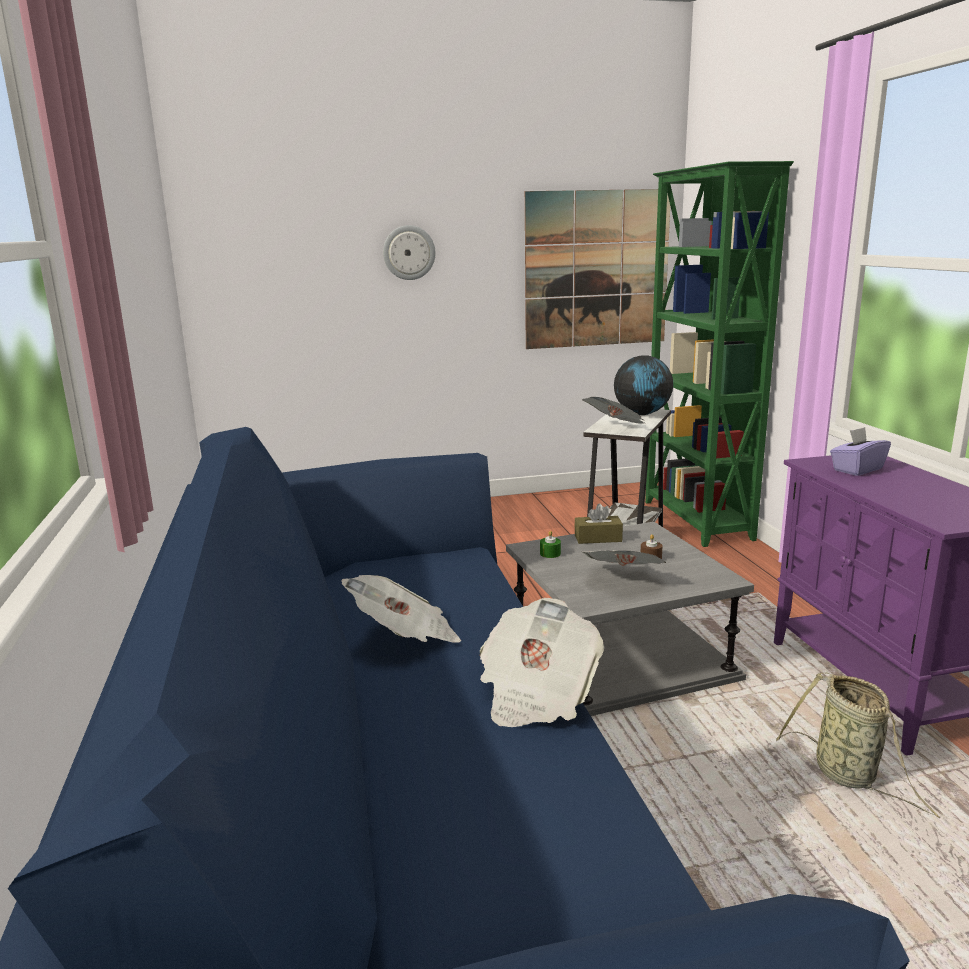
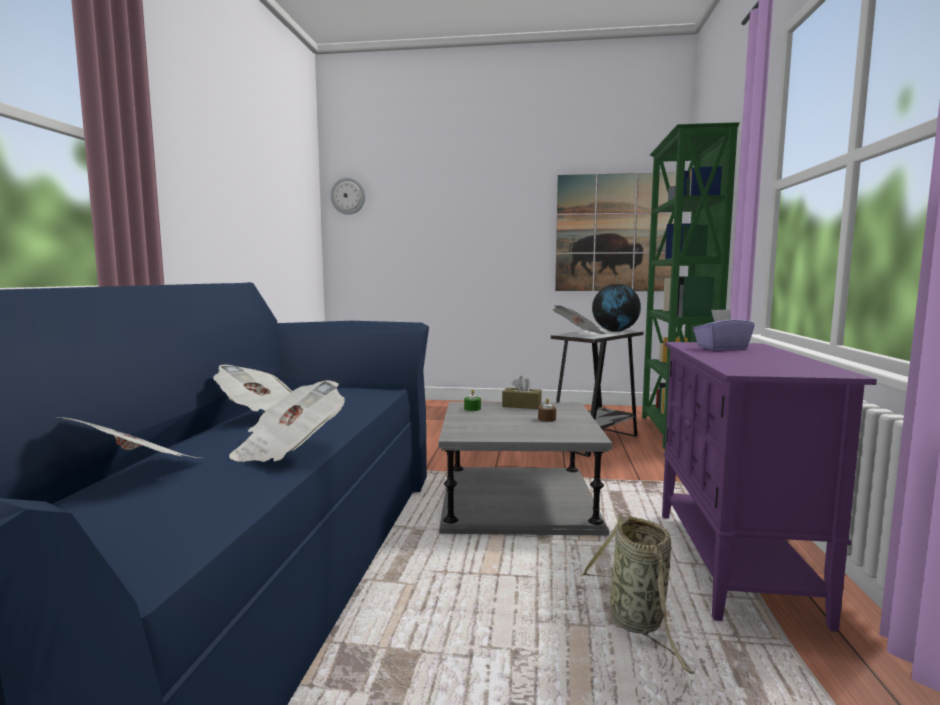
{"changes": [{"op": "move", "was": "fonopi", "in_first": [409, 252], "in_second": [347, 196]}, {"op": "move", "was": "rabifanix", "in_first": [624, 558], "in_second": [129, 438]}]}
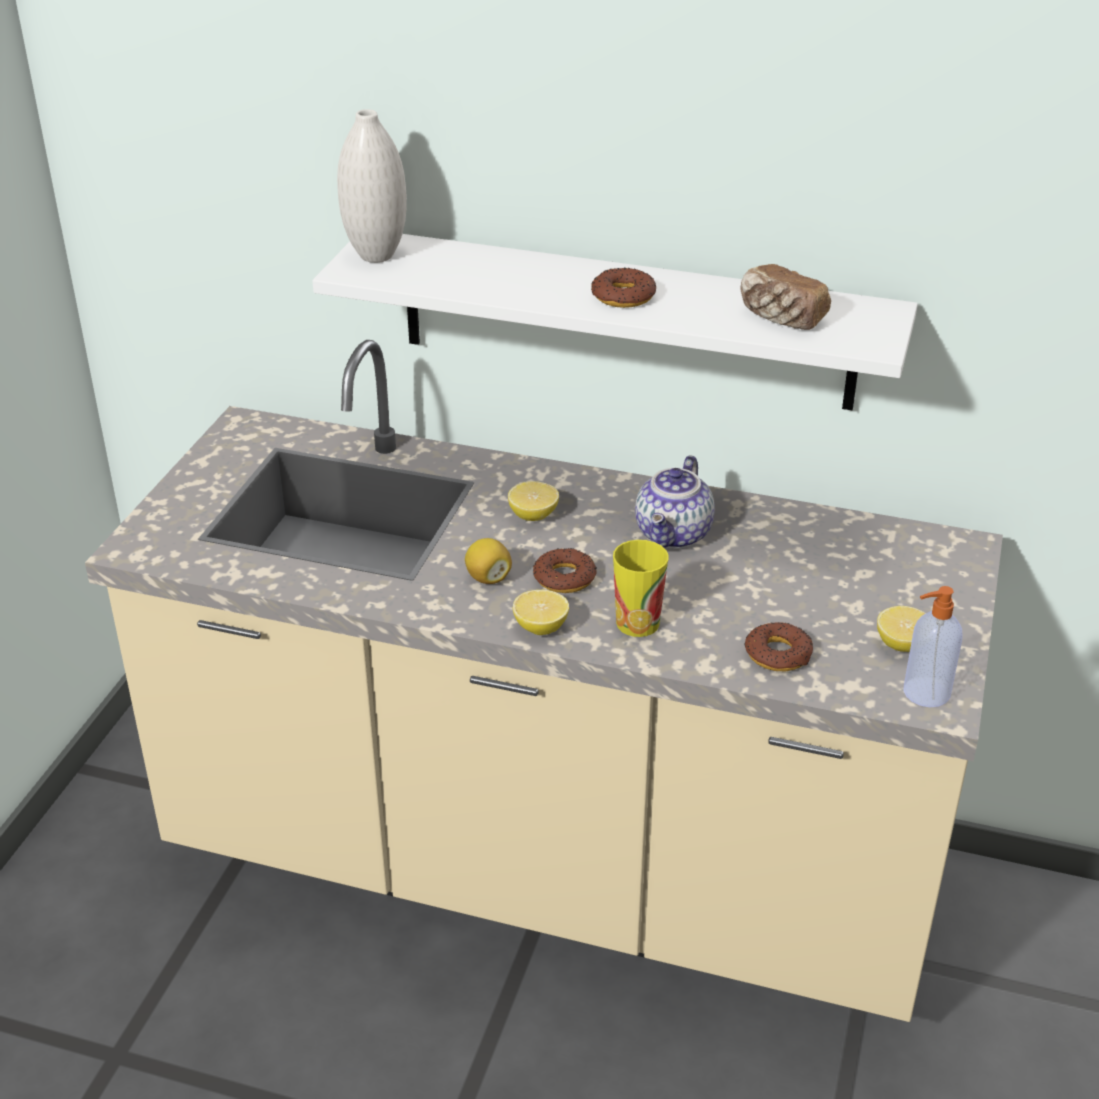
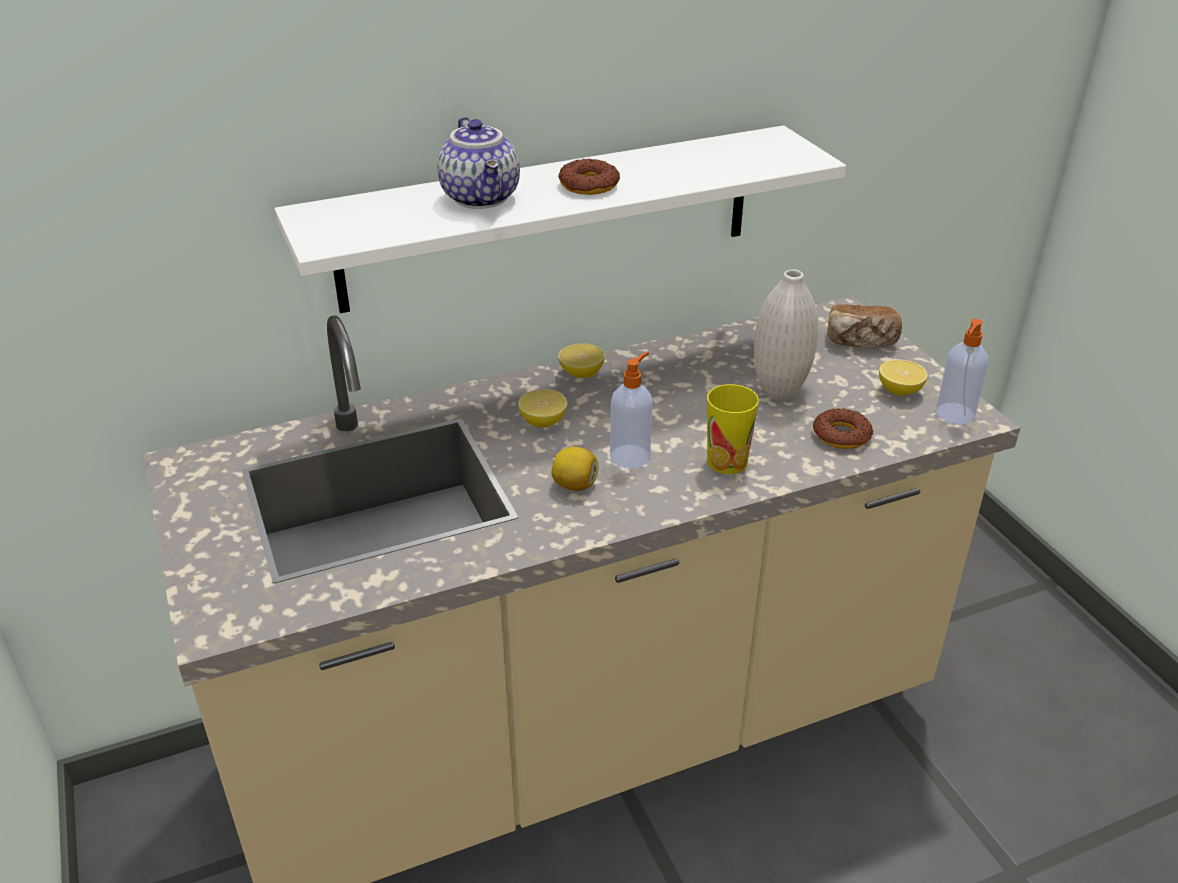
{"changes": [{"op": "move", "was": "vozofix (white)", "in_first": [372, 186], "in_second": [786, 334]}, {"op": "move", "was": "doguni", "in_first": [541, 612], "in_second": [581, 360]}, {"op": "replace", "was": "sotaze", "now": "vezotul", "in_first": [565, 570], "in_second": [631, 410]}, {"op": "move", "was": "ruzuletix", "in_first": [675, 502], "in_second": [478, 163]}, {"op": "move", "was": "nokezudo", "in_first": [785, 297], "in_second": [864, 325]}]}
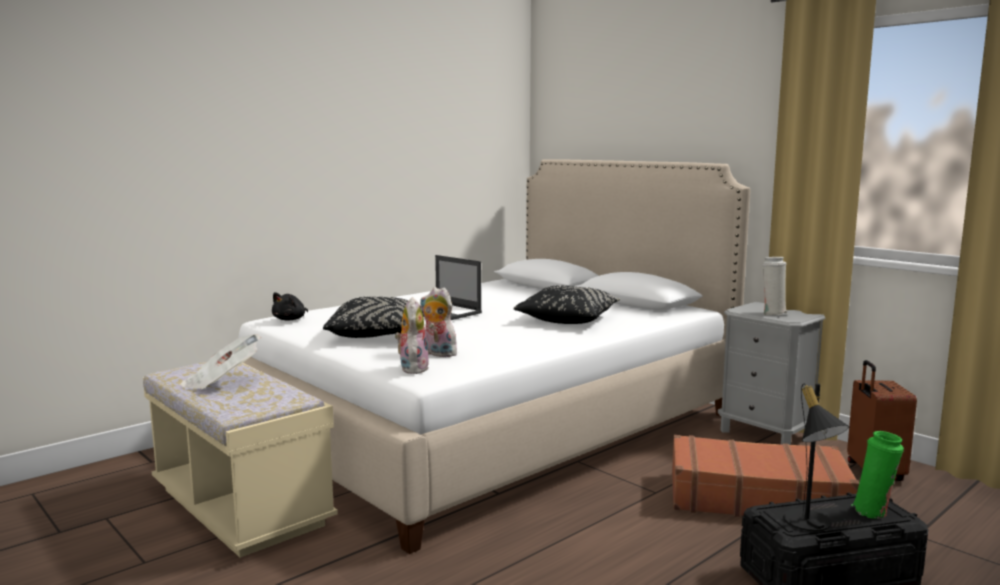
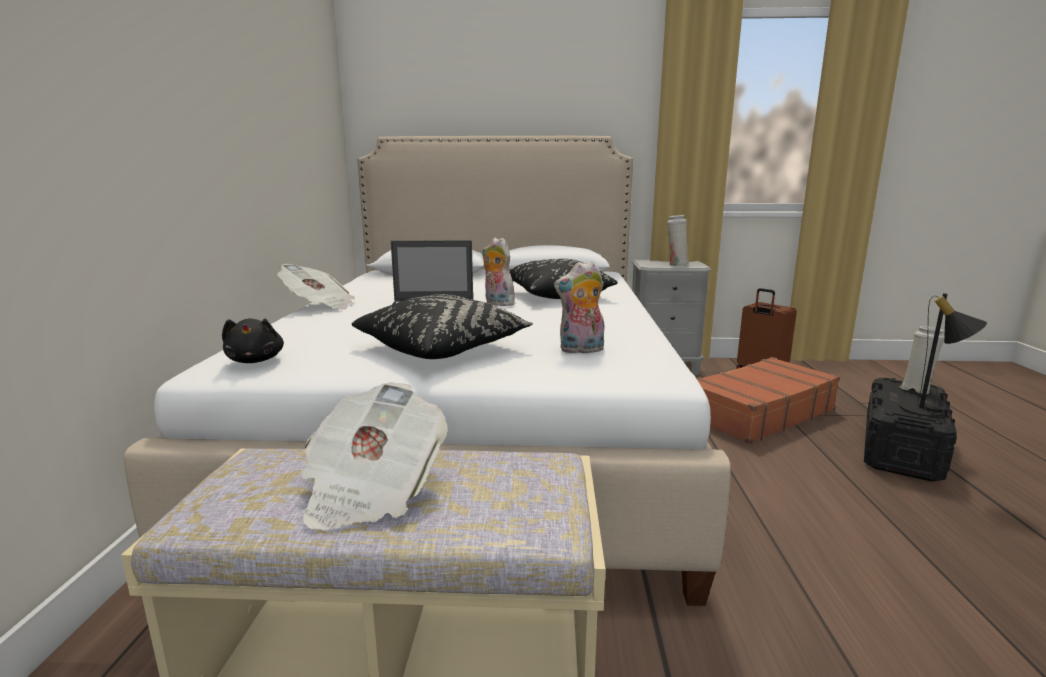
{"changes": [{"op": "move", "was": "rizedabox", "in_first": [412, 335], "in_second": [498, 272]}, {"op": "recolor", "was": "vozofix (green)", "now": "vozofix (white)", "in_first": [877, 475], "in_second": [922, 360]}, {"op": "insert", "now": "rabifanix", "in_second": [316, 287]}]}
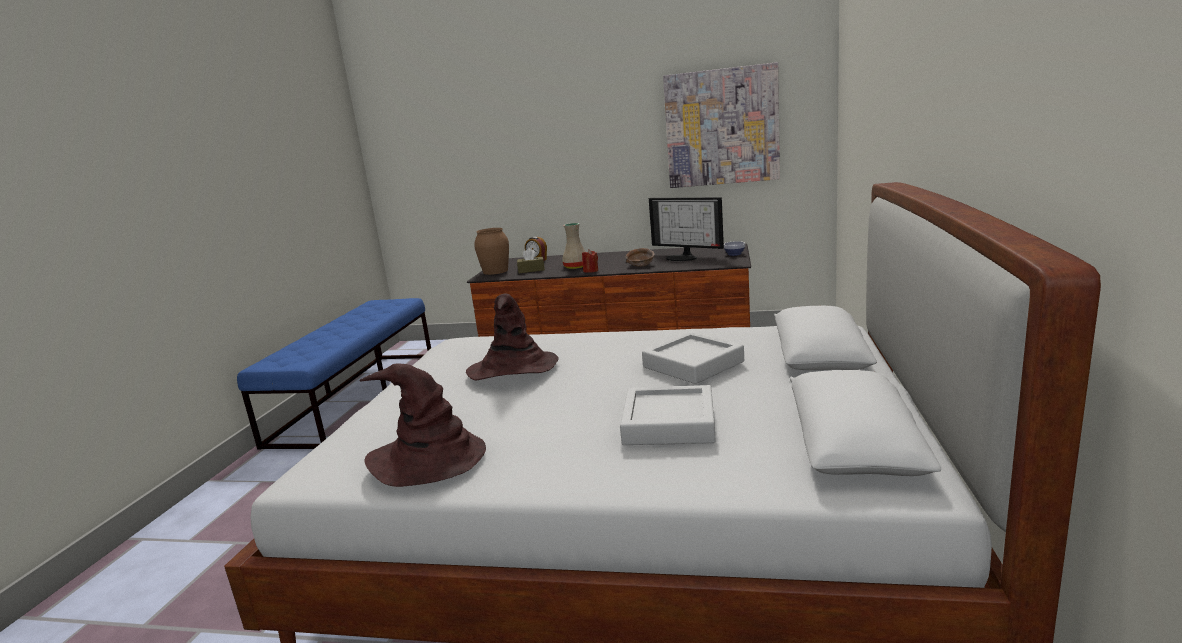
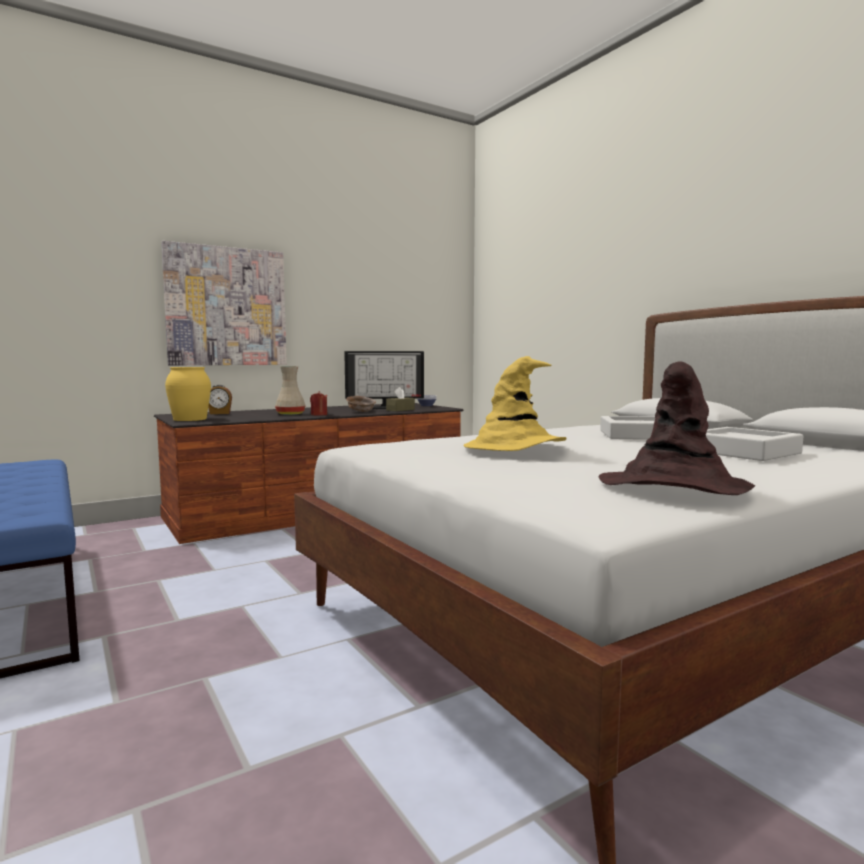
{"changes": [{"op": "recolor", "was": "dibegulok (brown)", "now": "dibegulok (yellow)", "in_first": [512, 336], "in_second": [514, 403]}, {"op": "recolor", "was": "vozofix (brown)", "now": "vozofix (yellow)", "in_first": [491, 251], "in_second": [188, 394]}, {"op": "move", "was": "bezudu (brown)", "in_first": [531, 260], "in_second": [400, 399]}, {"op": "move", "was": "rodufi", "in_first": [721, 125], "in_second": [224, 303]}]}
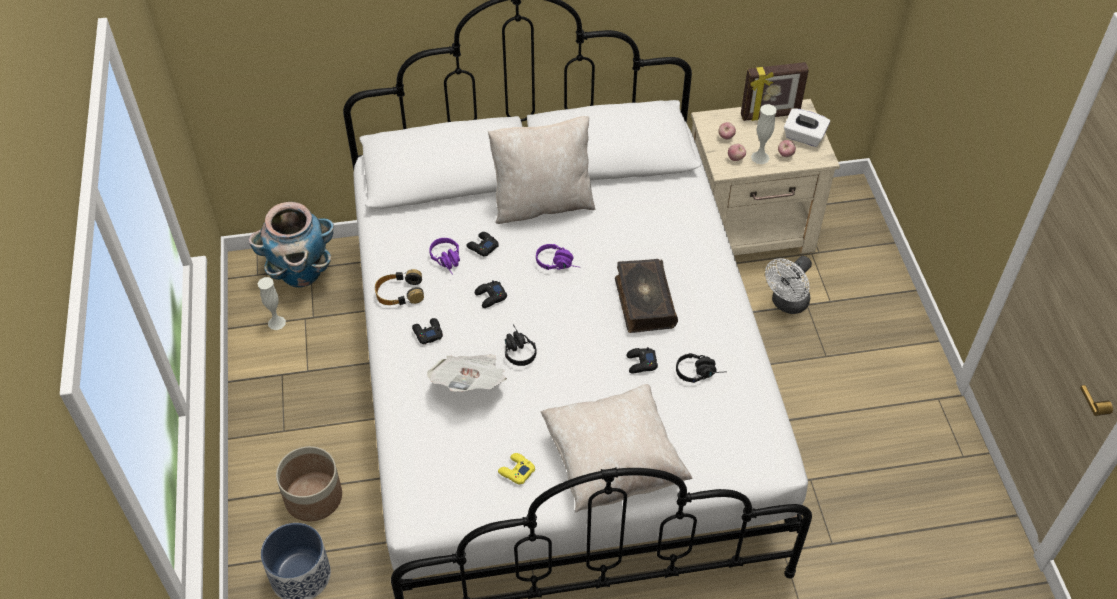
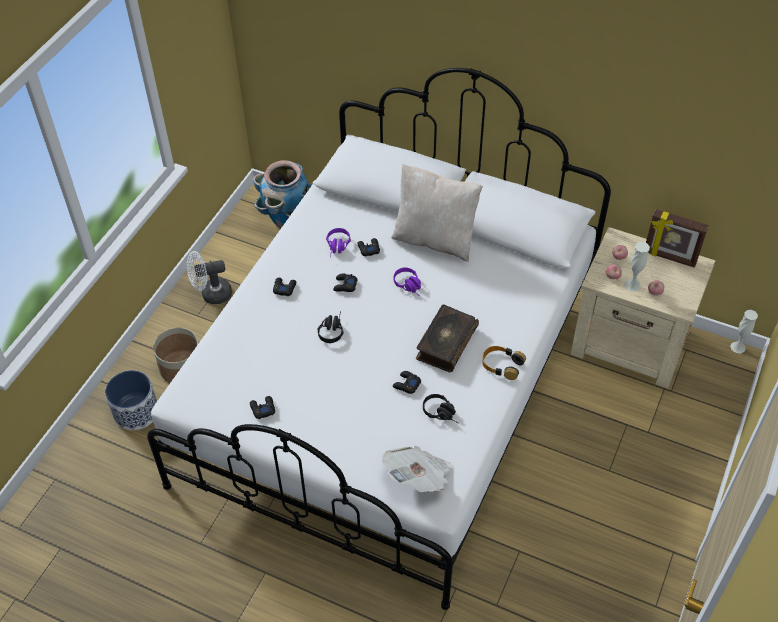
{"changes": [{"op": "move", "was": "vozofix (white)", "in_first": [272, 303], "in_second": [744, 332]}, {"op": "move", "was": "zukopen", "in_first": [399, 287], "in_second": [504, 363]}, {"op": "move", "was": "rabifanix", "in_first": [467, 373], "in_second": [417, 469]}, {"op": "recolor", "was": "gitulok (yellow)", "now": "gitulok (black)", "in_first": [516, 469], "in_second": [262, 407]}, {"op": "delete", "was": "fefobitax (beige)", "in_first": [617, 448]}, {"op": "move", "was": "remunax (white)", "in_first": [788, 285], "in_second": [209, 277]}, {"op": "delete", "was": "bezudu (white)", "in_first": [807, 127]}]}
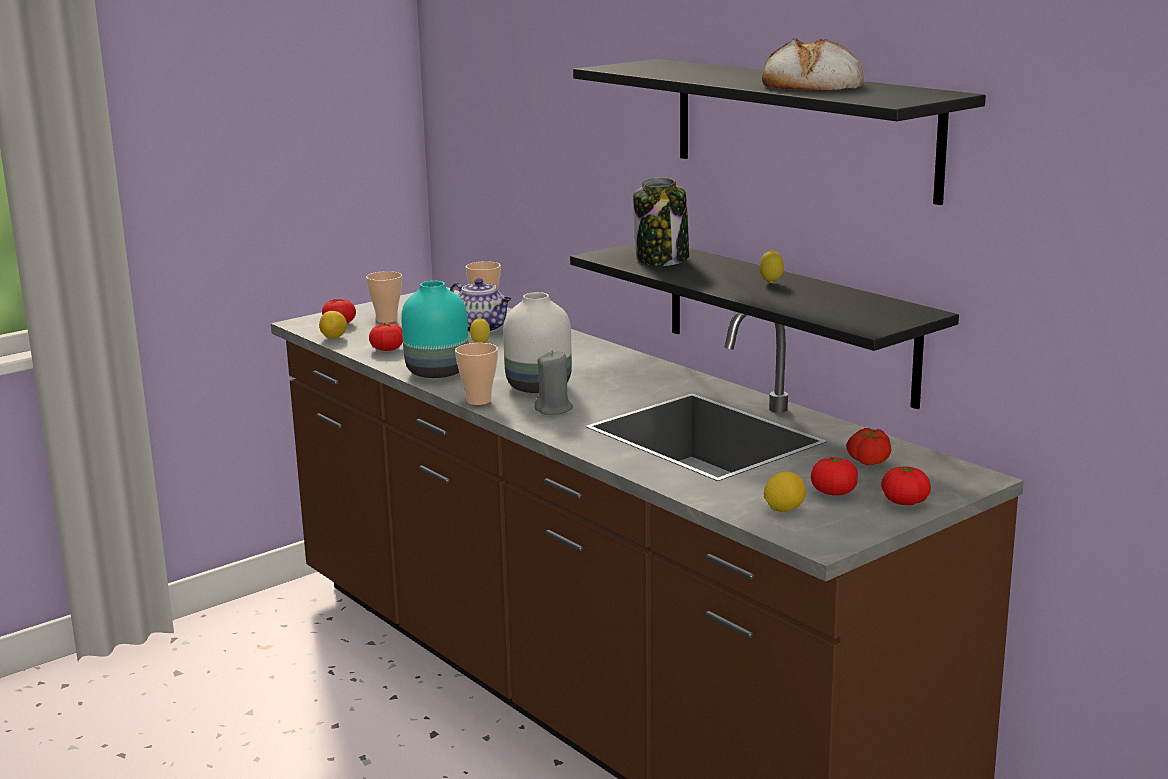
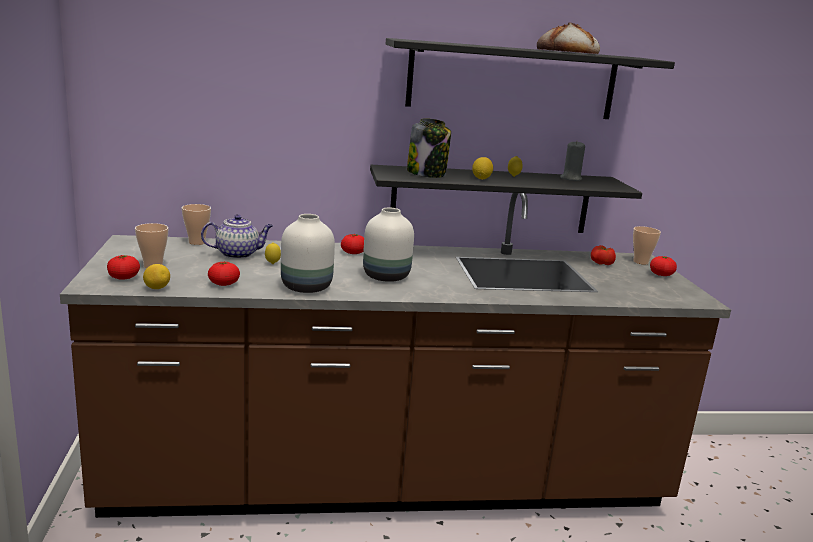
{"changes": [{"op": "recolor", "was": "vozofix (turquoise)", "now": "vozofix (white)", "in_first": [434, 329], "in_second": [308, 253]}, {"op": "move", "was": "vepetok", "in_first": [476, 374], "in_second": [647, 245]}, {"op": "move", "was": "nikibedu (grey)", "in_first": [554, 383], "in_second": [572, 161]}, {"op": "move", "was": "doguni", "in_first": [785, 491], "in_second": [482, 168]}, {"op": "move", "was": "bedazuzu", "in_first": [834, 476], "in_second": [352, 244]}]}
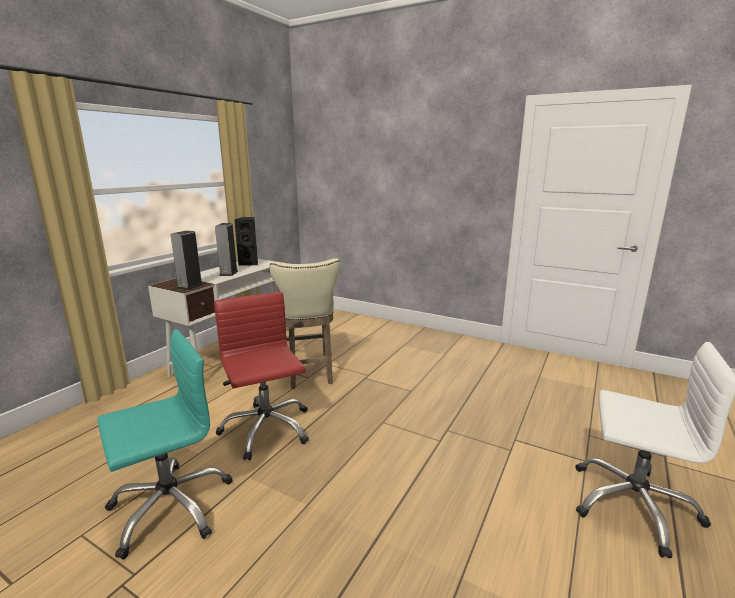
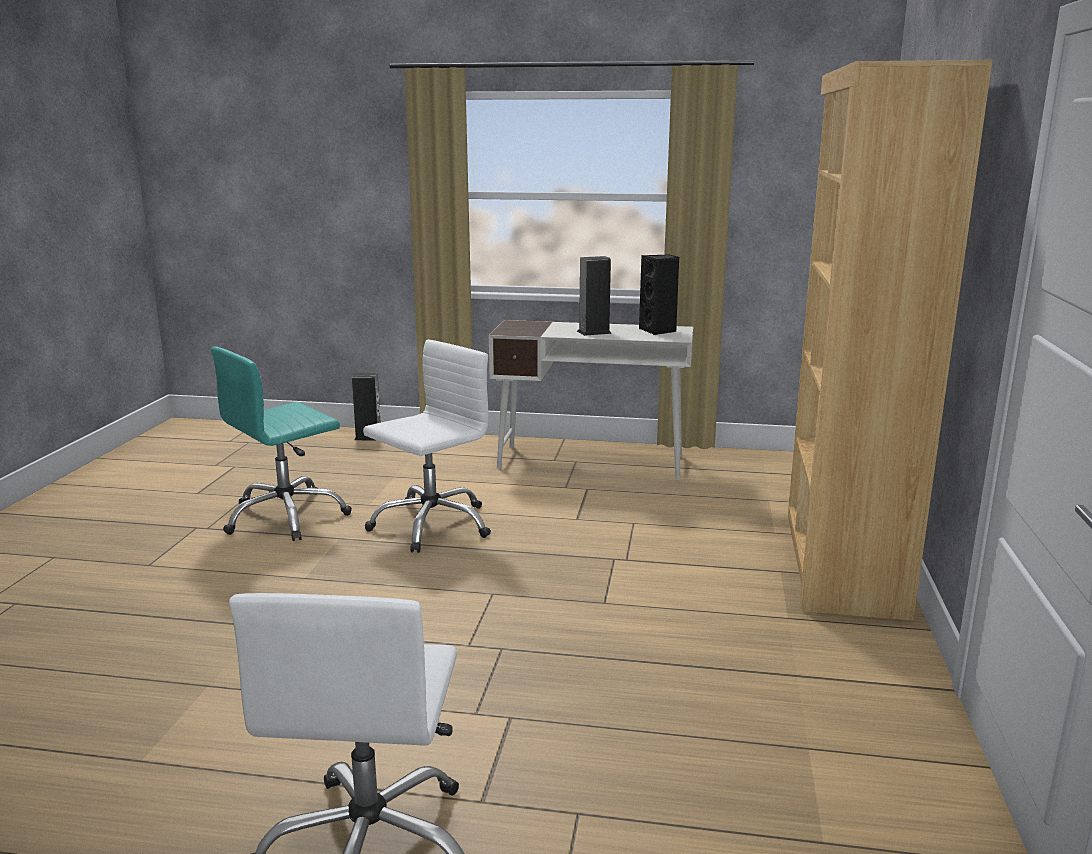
{"changes": [{"op": "rotate", "was": "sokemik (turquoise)", "in_first": [165, 444], "in_second": [281, 443], "clockwise": 105}, {"op": "move", "was": "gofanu", "in_first": [187, 260], "in_second": [366, 407]}, {"op": "recolor", "was": "sokemik (red)", "now": "sokemik (white)", "in_first": [261, 376], "in_second": [427, 446]}, {"op": "delete", "was": "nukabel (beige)", "in_first": [304, 323]}, {"op": "insert", "now": "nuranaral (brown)", "in_second": [890, 340]}]}
